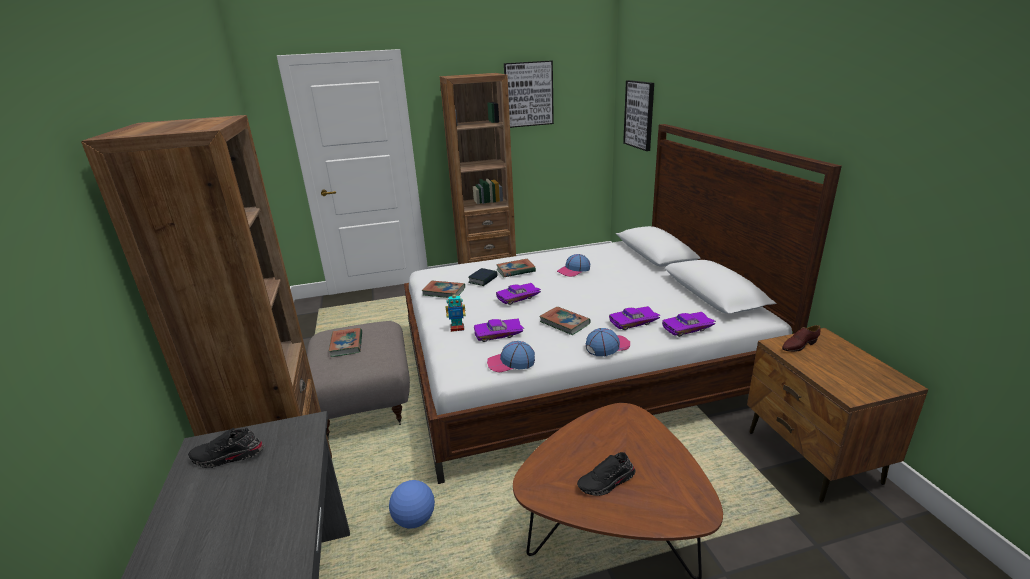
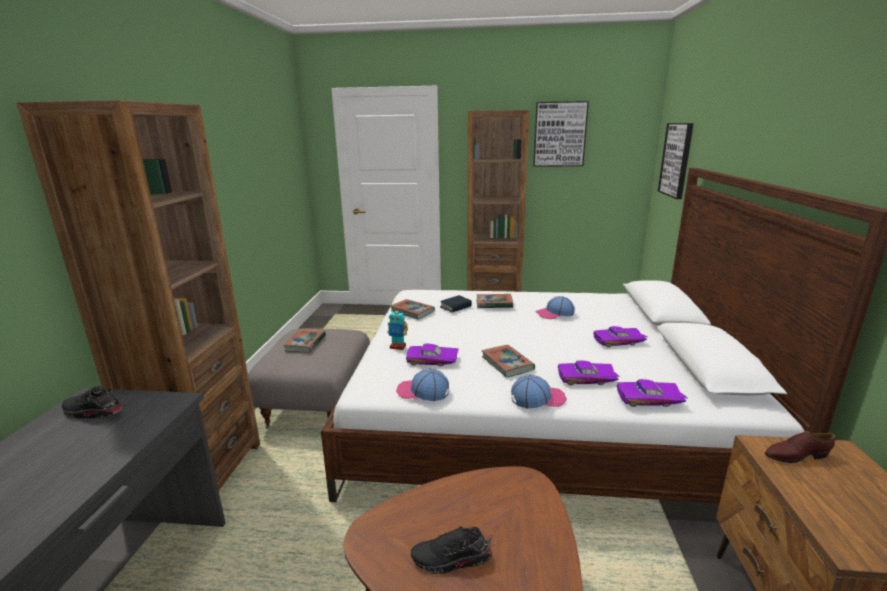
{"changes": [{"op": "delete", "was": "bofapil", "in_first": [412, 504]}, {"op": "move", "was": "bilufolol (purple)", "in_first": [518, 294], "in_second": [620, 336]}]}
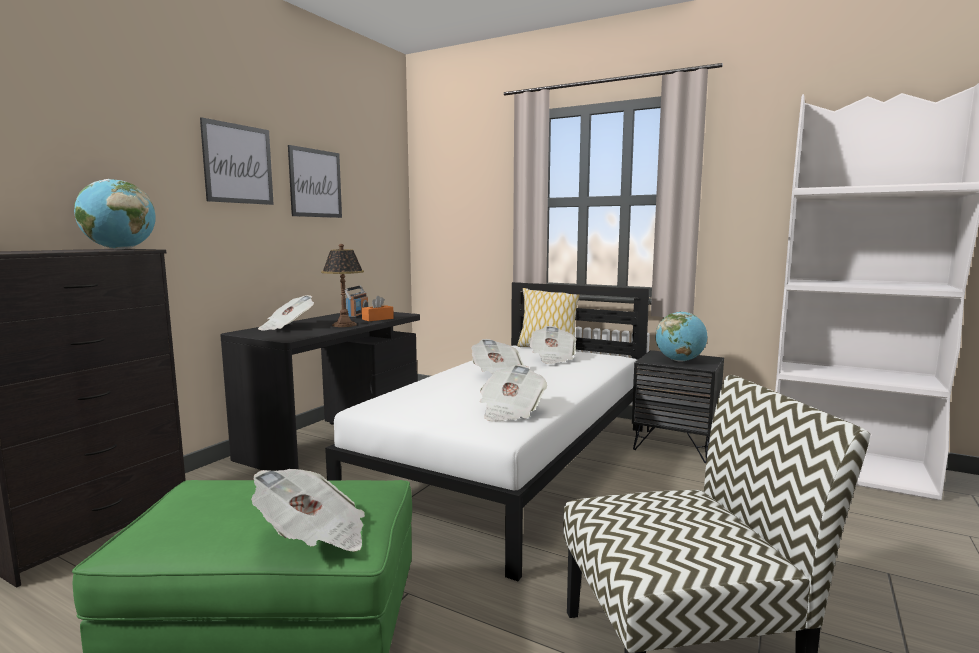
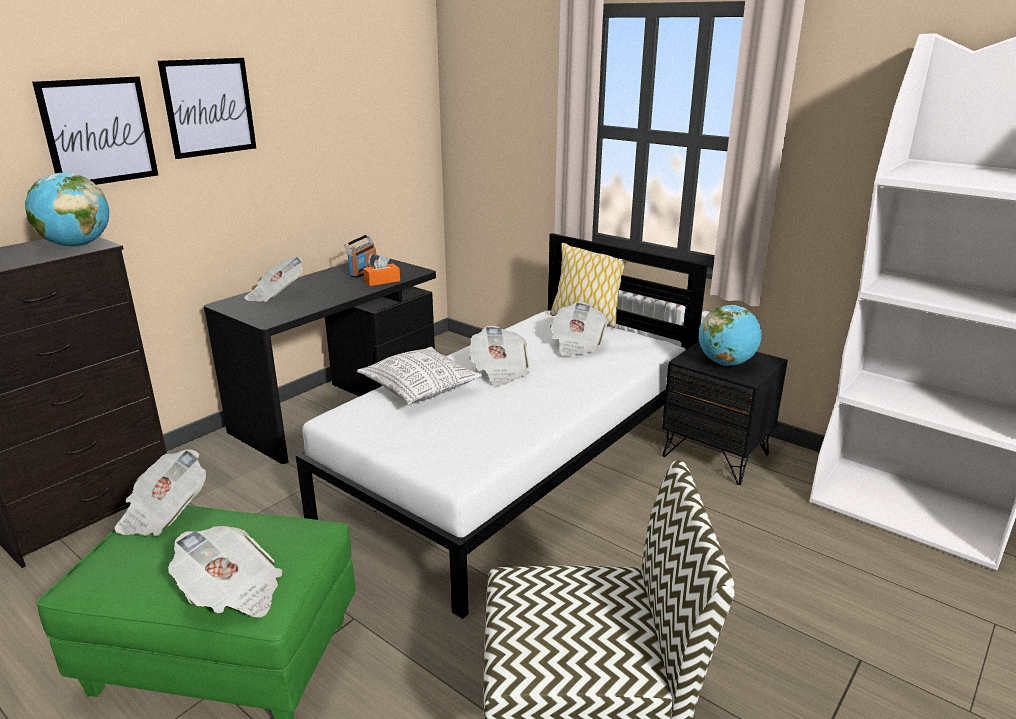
{"changes": [{"op": "move", "was": "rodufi", "in_first": [315, 181], "in_second": [95, 130]}, {"op": "delete", "was": "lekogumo", "in_first": [342, 285]}, {"op": "move", "was": "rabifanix", "in_first": [513, 393], "in_second": [160, 492]}, {"op": "insert", "now": "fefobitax", "in_second": [420, 375]}]}
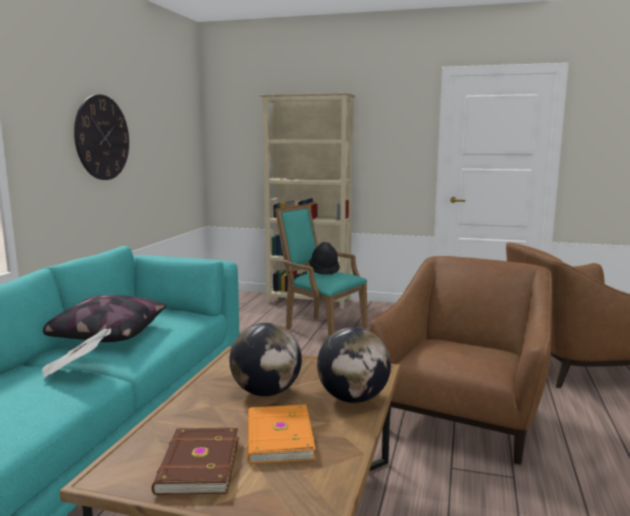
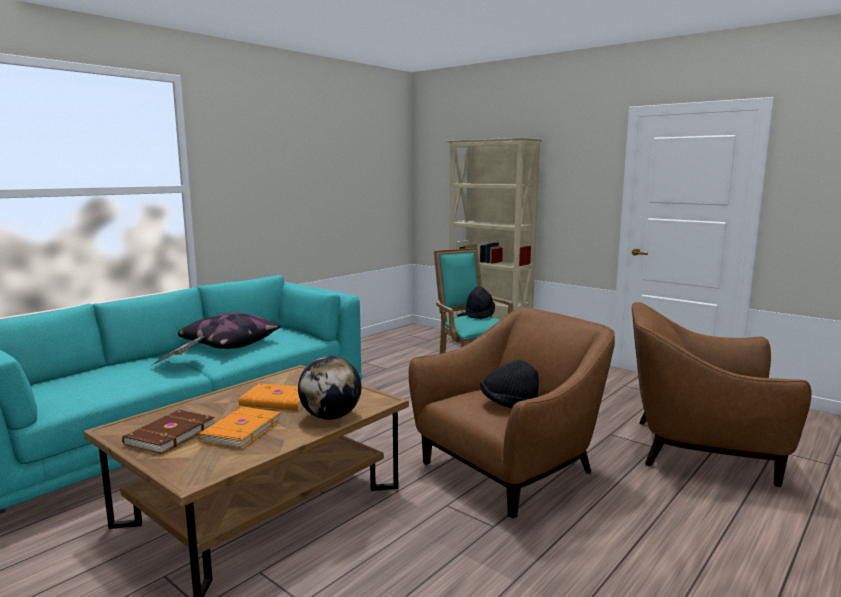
{"changes": [{"op": "delete", "was": "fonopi", "in_first": [101, 137]}, {"op": "replace", "was": "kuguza", "now": "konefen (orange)", "in_first": [265, 359], "in_second": [271, 396]}, {"op": "insert", "now": "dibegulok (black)", "in_second": [509, 384]}]}
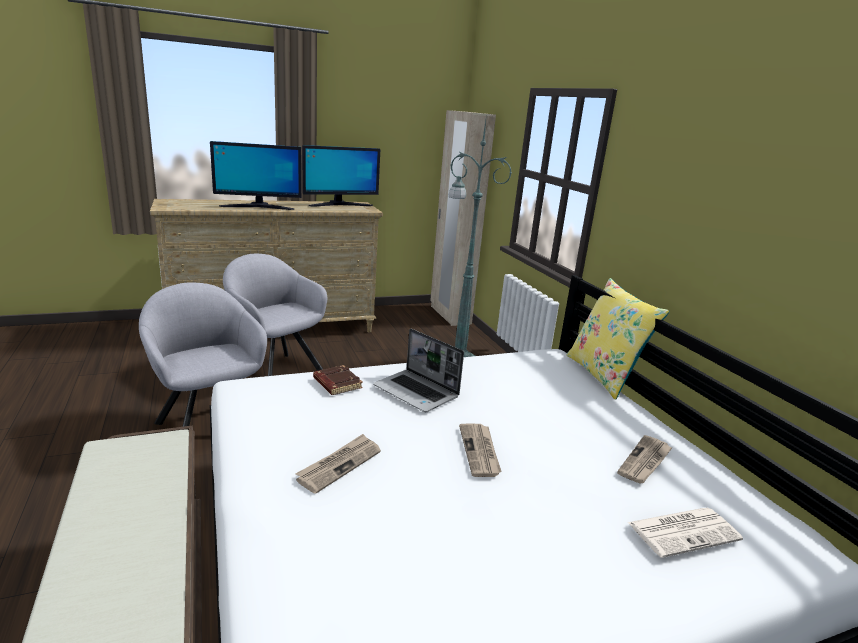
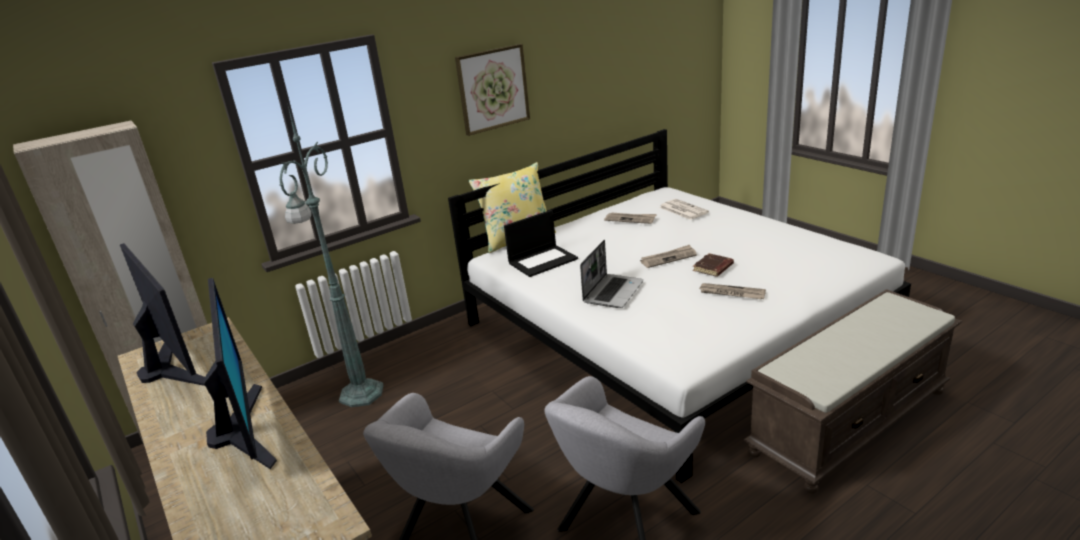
{"changes": [{"op": "move", "was": "konefen (brown)", "in_first": [338, 380], "in_second": [713, 265]}, {"op": "insert", "now": "rodufi", "in_second": [492, 90]}, {"op": "insert", "now": "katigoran", "in_second": [541, 243]}]}
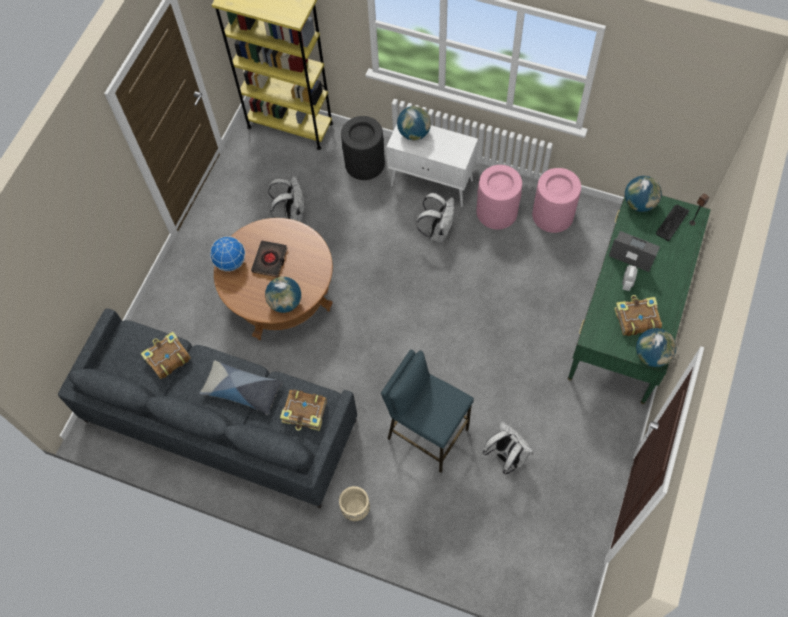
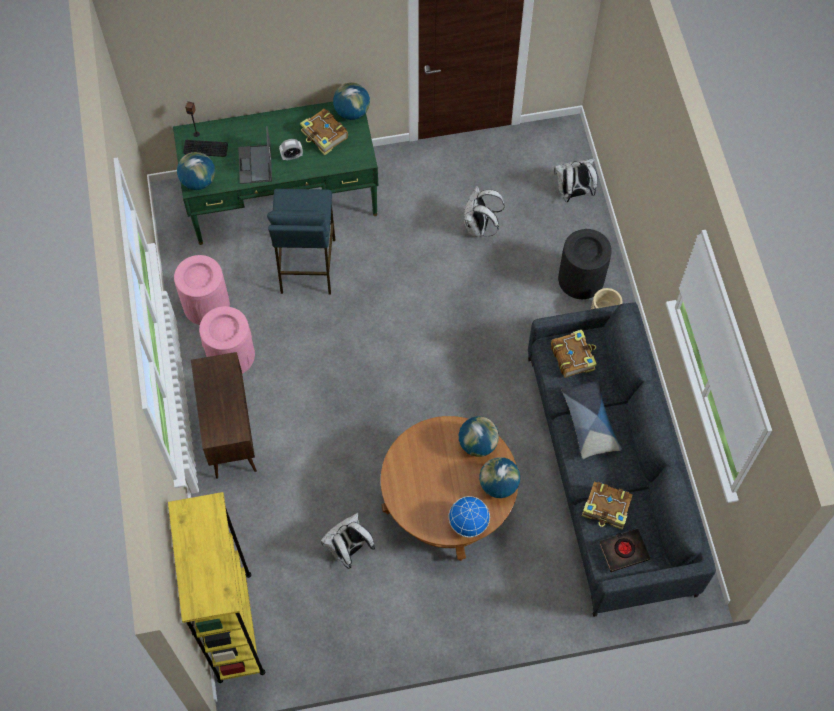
{"changes": [{"op": "move", "was": "konefen (black)", "in_first": [269, 258], "in_second": [624, 550]}, {"op": "move", "was": "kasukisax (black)", "in_first": [363, 148], "in_second": [585, 264]}, {"op": "move", "was": "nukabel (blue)", "in_first": [427, 411], "in_second": [301, 242]}, {"op": "recolor", "was": "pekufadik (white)", "now": "pekufadik (brown)", "in_first": [432, 165], "in_second": [224, 415]}, {"op": "move", "was": "kuguza", "in_first": [414, 123], "in_second": [499, 477]}, {"op": "move", "was": "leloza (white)", "in_first": [435, 217], "in_second": [576, 180]}]}
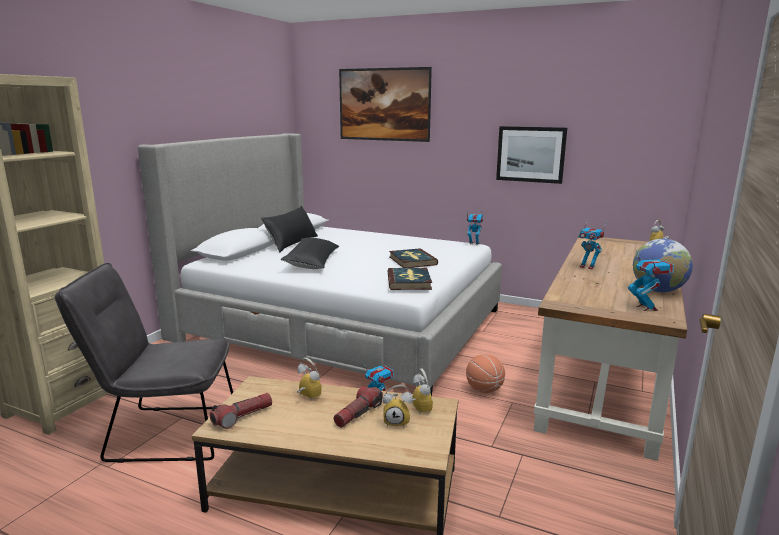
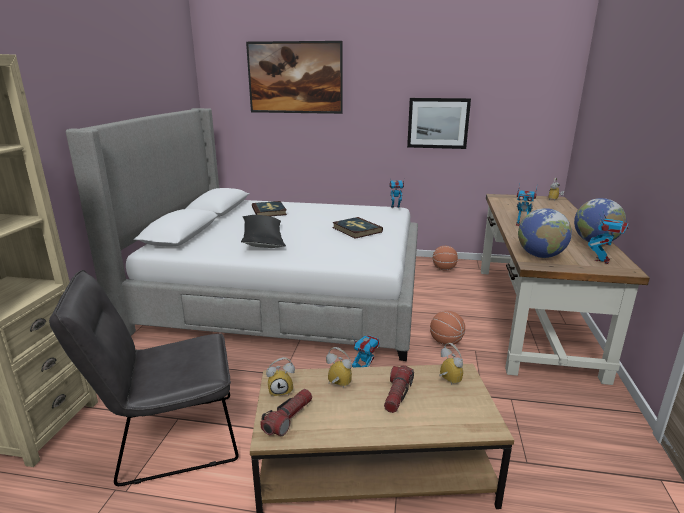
{"changes": [{"op": "delete", "was": "fefobitax (black)", "in_first": [289, 229]}, {"op": "move", "was": "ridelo", "in_first": [398, 406], "in_second": [280, 376]}, {"op": "move", "was": "konefen", "in_first": [409, 279], "in_second": [269, 208]}, {"op": "rotate", "was": "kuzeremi", "in_first": [651, 280], "in_second": [608, 236], "clockwise": 60}, {"op": "insert", "now": "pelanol", "in_second": [445, 258]}, {"op": "insert", "now": "kuguza", "in_second": [545, 233]}]}
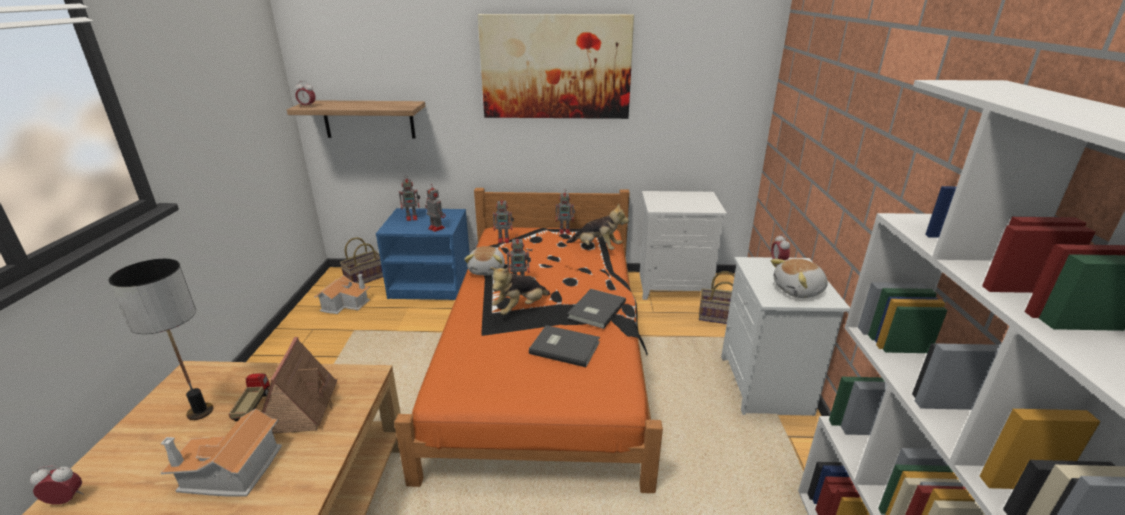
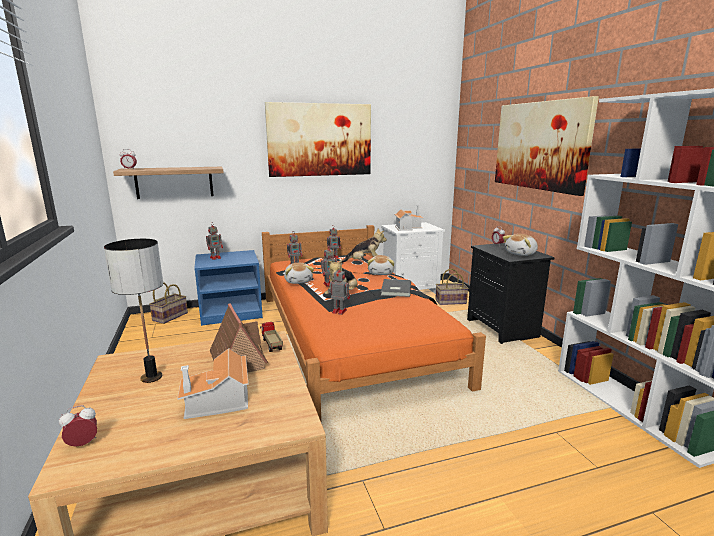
{"changes": [{"op": "move", "was": "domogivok", "in_first": [249, 397], "in_second": [271, 337]}, {"op": "move", "was": "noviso", "in_first": [342, 294], "in_second": [409, 218]}, {"op": "move", "was": "kuzeremi", "in_first": [435, 208], "in_second": [339, 290]}, {"op": "delete", "was": "konefen (grey)", "in_first": [564, 346]}, {"op": "recolor", "was": "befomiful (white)", "now": "befomiful (black)", "in_first": [785, 336], "in_second": [511, 293]}, {"op": "insert", "now": "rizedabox", "in_second": [381, 265]}, {"op": "insert", "now": "rodufi", "in_second": [547, 146]}]}
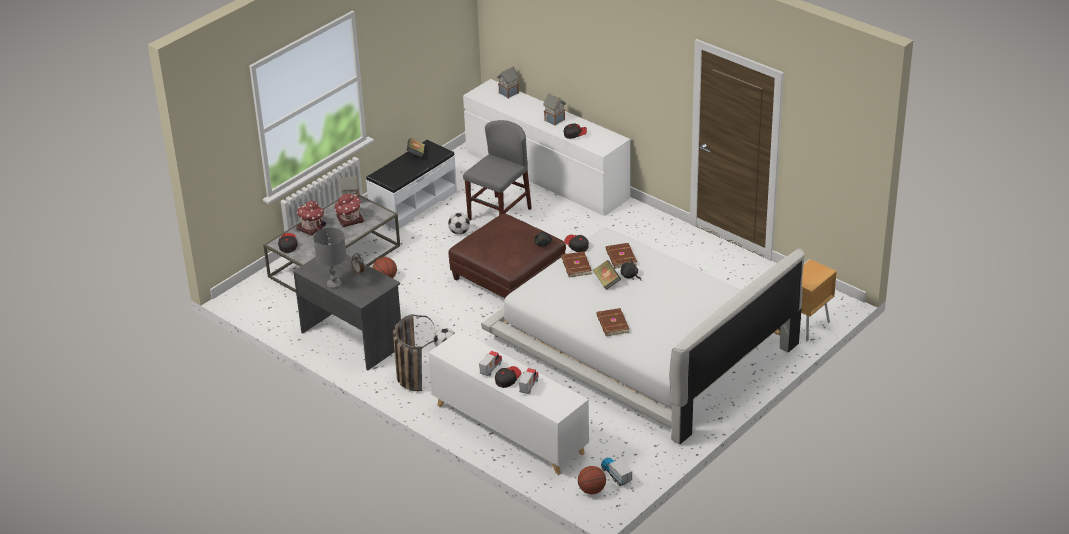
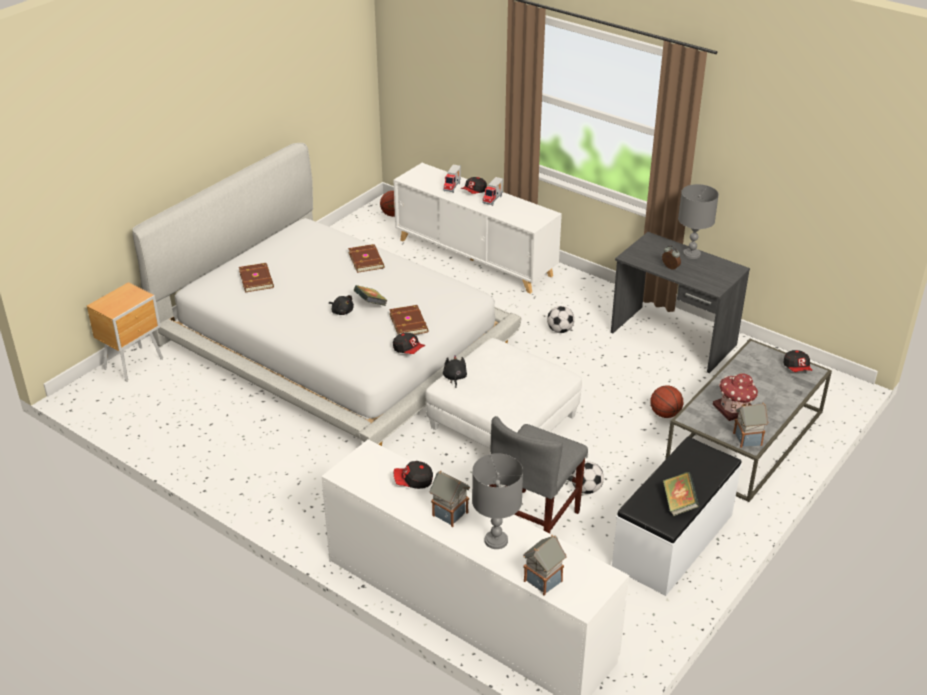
{"changes": [{"op": "delete", "was": "noviso", "in_first": [311, 218]}, {"op": "delete", "was": "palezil", "in_first": [414, 352]}, {"op": "recolor", "was": "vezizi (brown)", "now": "vezizi (white)", "in_first": [507, 256], "in_second": [503, 393]}, {"op": "delete", "was": "domogivok", "in_first": [616, 472]}, {"op": "move", "was": "konefen (brown)", "in_first": [621, 256], "in_second": [256, 277]}, {"op": "insert", "now": "lekogumo (grey)", "in_second": [497, 501]}]}
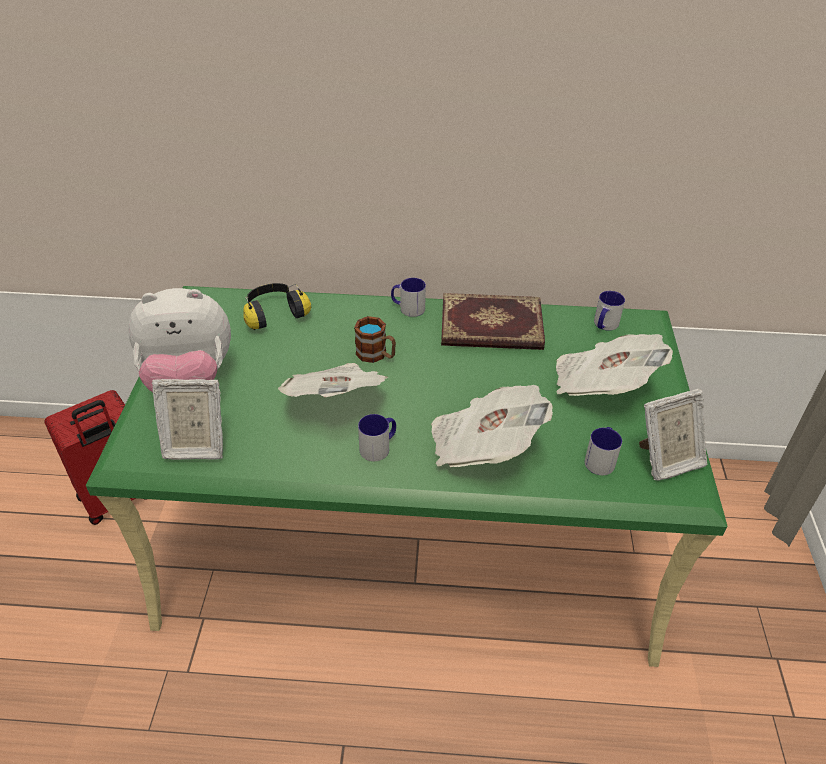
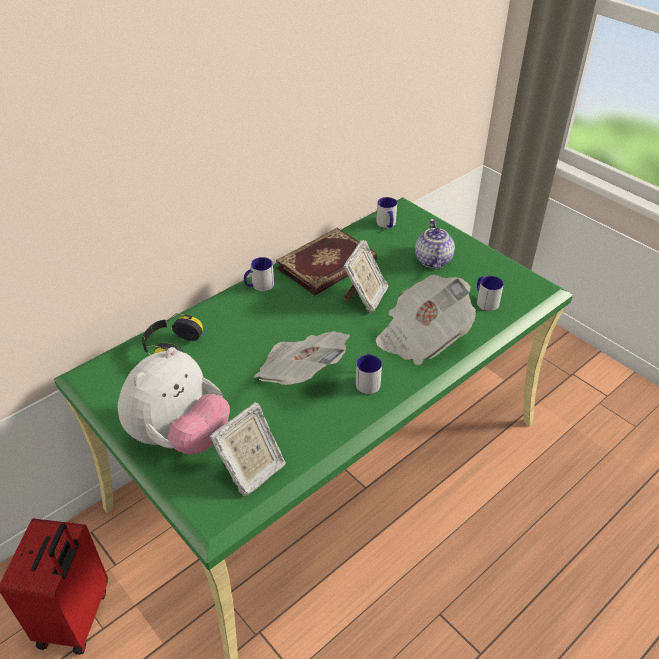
{"changes": [{"op": "delete", "was": "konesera", "in_first": [375, 339]}, {"op": "replace", "was": "rabifanix", "now": "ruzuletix", "in_first": [614, 365], "in_second": [435, 244]}, {"op": "move", "was": "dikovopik", "in_first": [673, 434], "in_second": [365, 276]}]}
